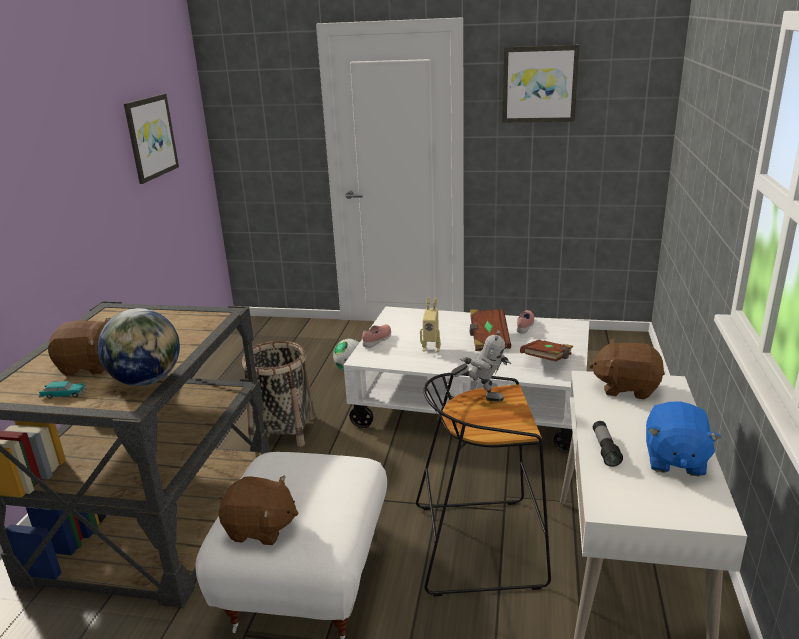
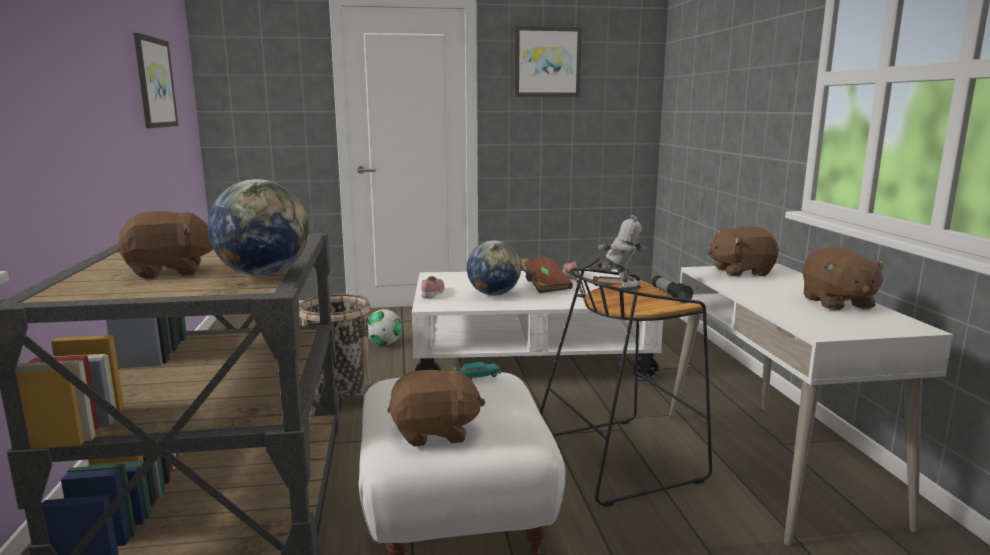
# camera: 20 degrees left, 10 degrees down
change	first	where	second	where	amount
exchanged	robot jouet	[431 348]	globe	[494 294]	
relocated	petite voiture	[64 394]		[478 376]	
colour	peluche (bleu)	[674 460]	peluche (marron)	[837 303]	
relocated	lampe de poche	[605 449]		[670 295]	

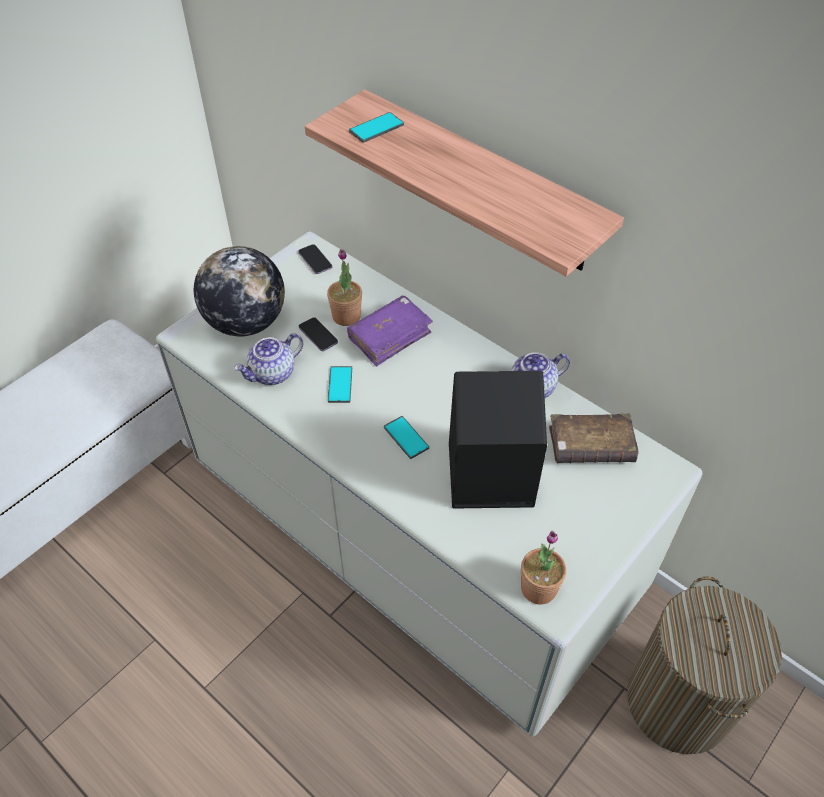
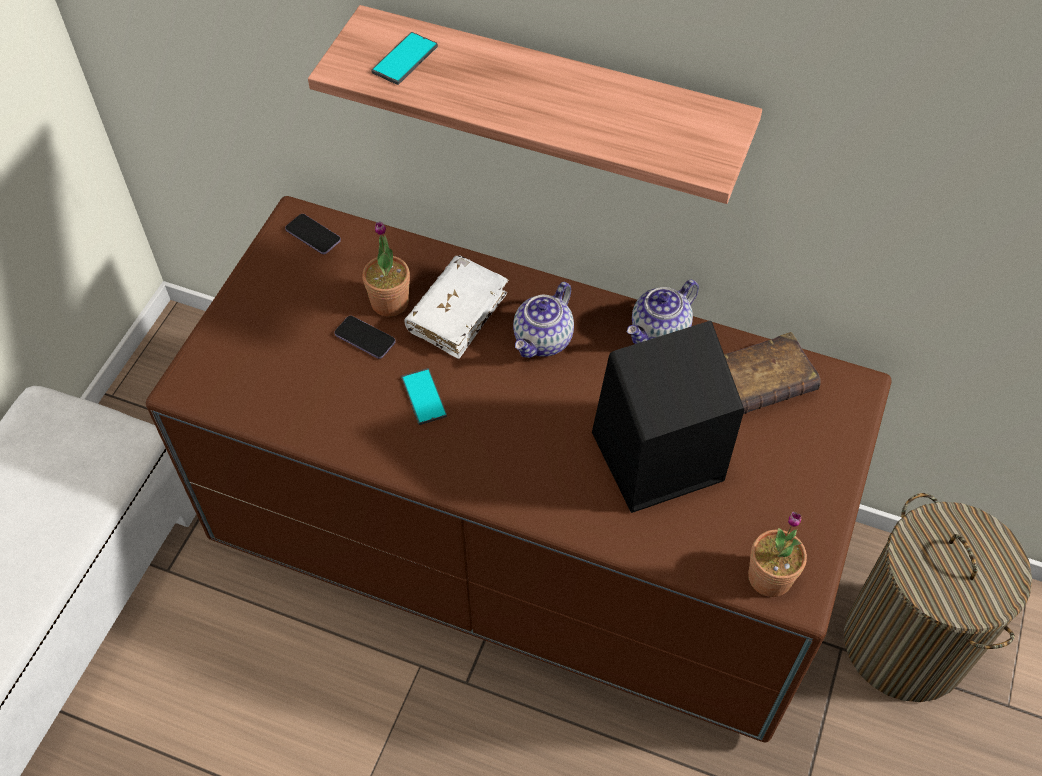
# camera: 20 degrees left, 5 degrees up
change	first	where	second	where	amount
colour	commode (blanc)	[413 526]	commode (marron)	[522 536]	
missing	globe	[246 323]			
colour	livre (violet)	[389 336]	livre (blanc)	[457 313]	
relocated	théière	[272 374]		[543 340]	
missing	téléphone	[406 438]			

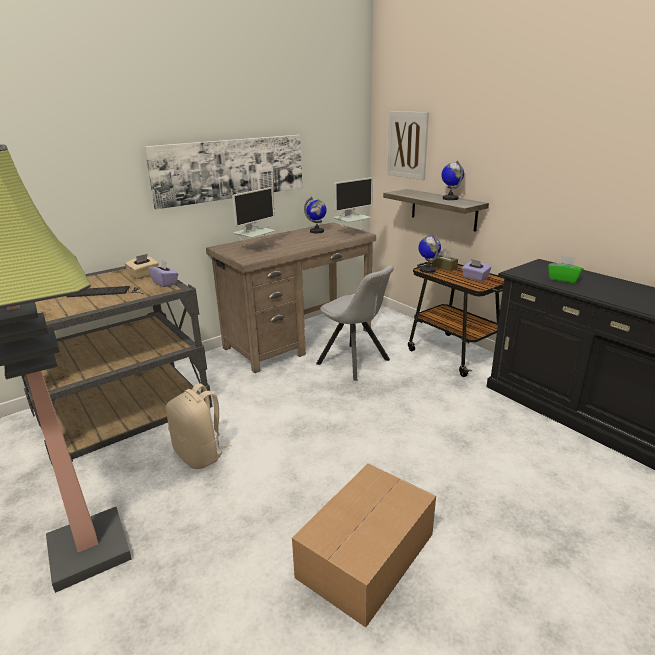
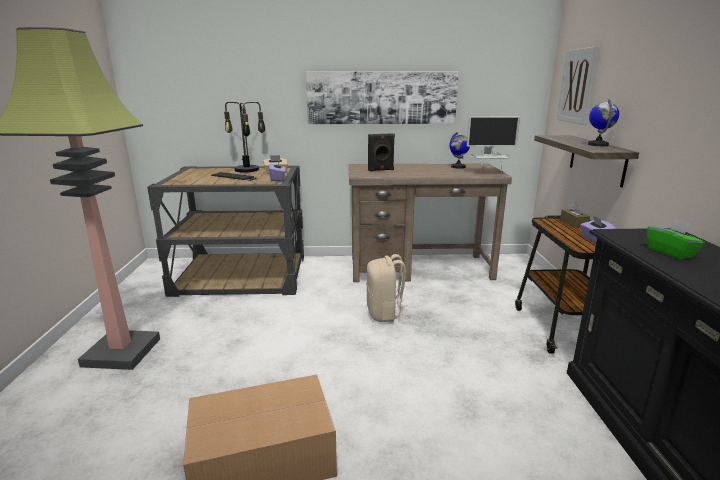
# camera: 35 degrees right, 5 degrees down
change	first	where	second	where	amount
exchanged	écran d'ordinateur	[255 249]	enceinte (noir)	[381 170]	
missing	globe	[427 270]			
missing	chaise (gris)	[354 362]			
relocated	sac à dos (beige)	[200 454]		[385 313]	
appeared			lampe de table	[247 170]	

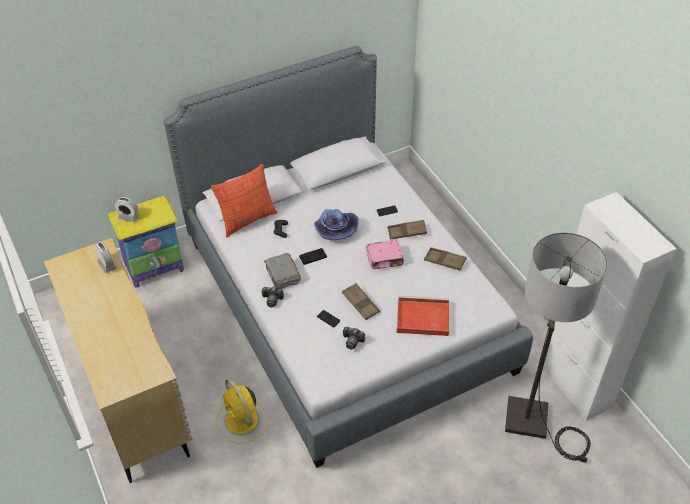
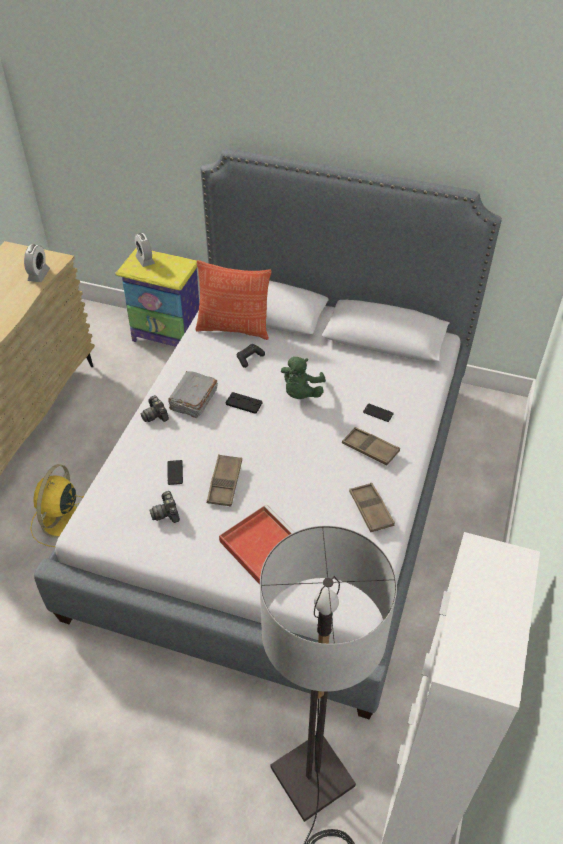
# camera: 45 degrees right, 0 degrees up
change	first	where	second	where	amount
exchanged	chapeau (violet)	[335 229]	peluche (vert)	[301 393]	
missing	livre (rose)	[385 259]			

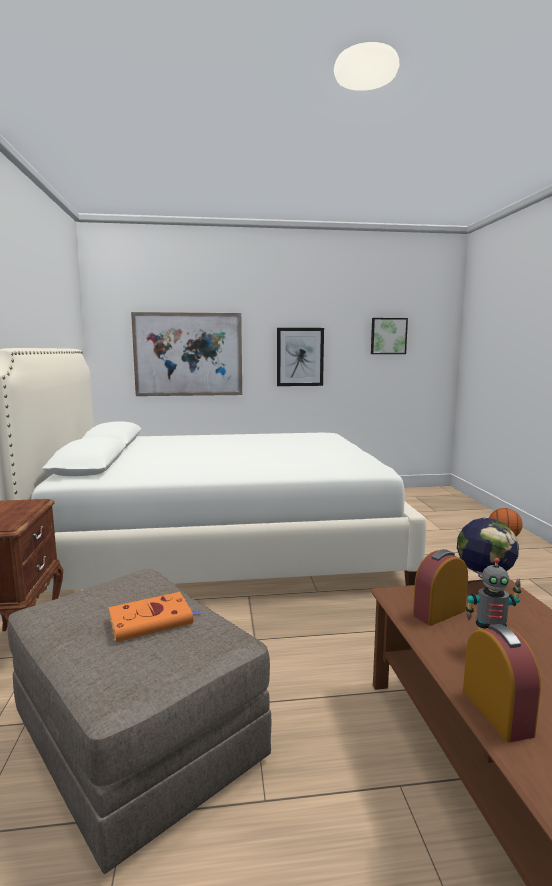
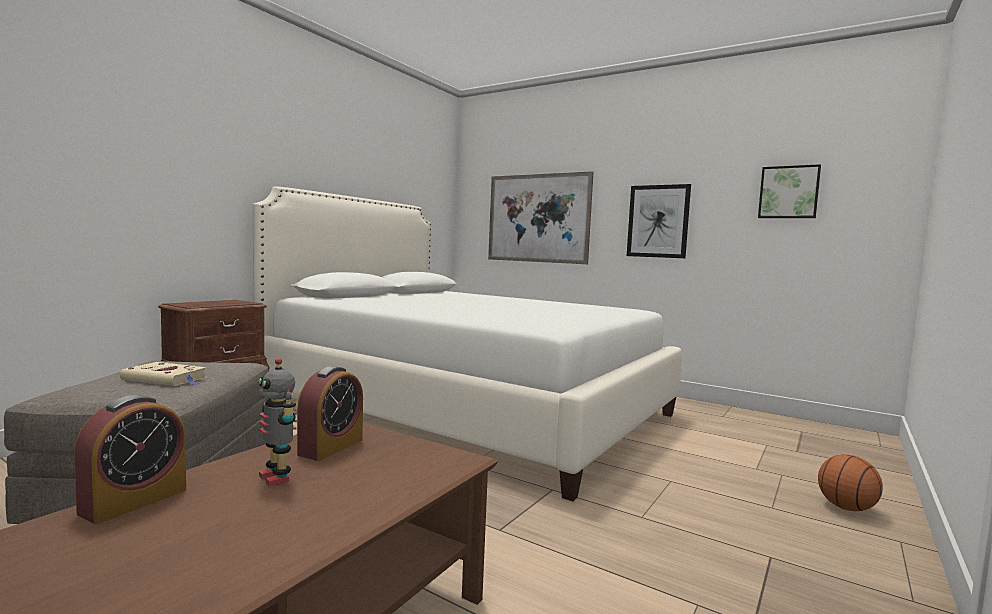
# camera: 40 degrees right, 5 degrees down
change	first	where	second	where	amount
missing	globe	[483 587]			
spun	réveil	[439 613]		[331 447]	105 degrees clockwise
colour	livre (orange)	[153 621]	livre (beige)	[166 379]	

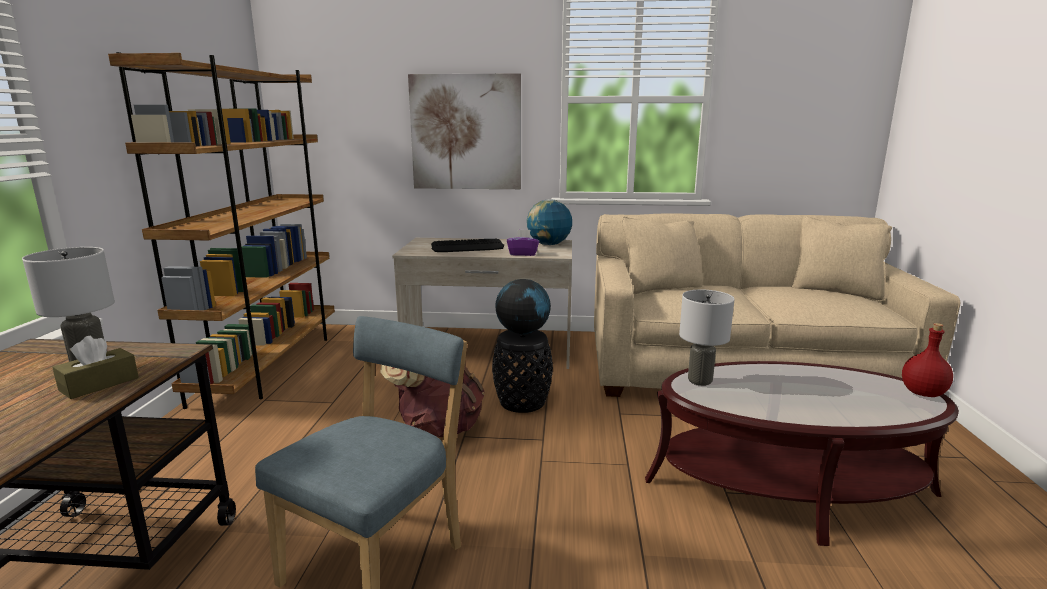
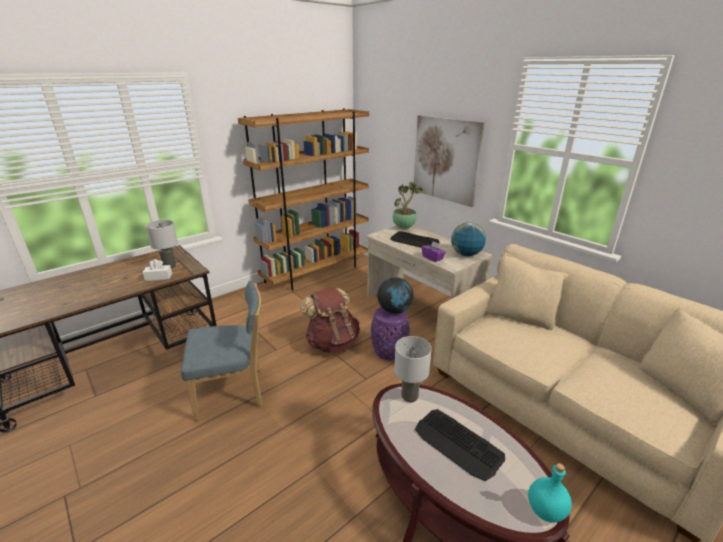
# camera: 45 degrees right, 10 degrees up
change	first	where	second	where	amount
colour	bouteille (rouge)	[923 393]	bouteille (turquoise)	[545 511]	
colour	tabouret (noir)	[522 402]	tabouret (violet)	[389 351]	
colour	boîte à mouchoirs (marron)	[99 384]	boîte à mouchoirs (blanc)	[158 277]	
appeared			plante en pot	[404 227]	
appeared			clavier	[458 443]	

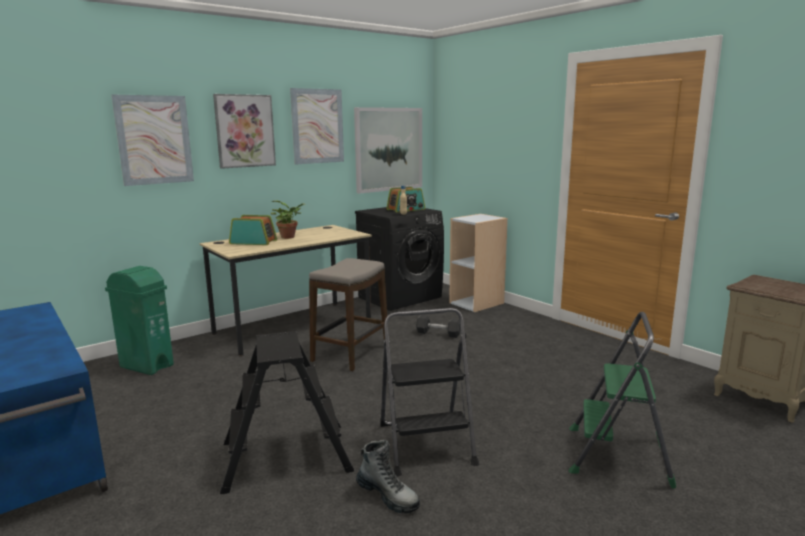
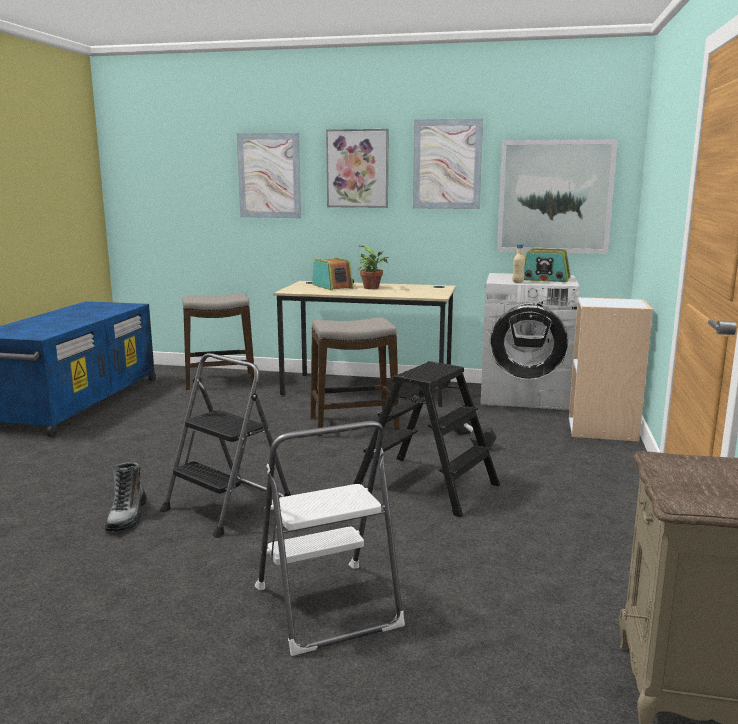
# camera: 50 degrees right, 0 degrees up
change	first	where	second	where	amount
colour	lave-linge (noir)	[400 299]	lave-linge (blanc)	[525 398]	
exchanged	poubelle (vert)	[146 366]	tabouret	[219 381]	
colour	escabeau (vert)	[623 456]	escabeau (blanc)	[328 609]	
relocated	escabeau (noir)	[286 456]		[426 485]	

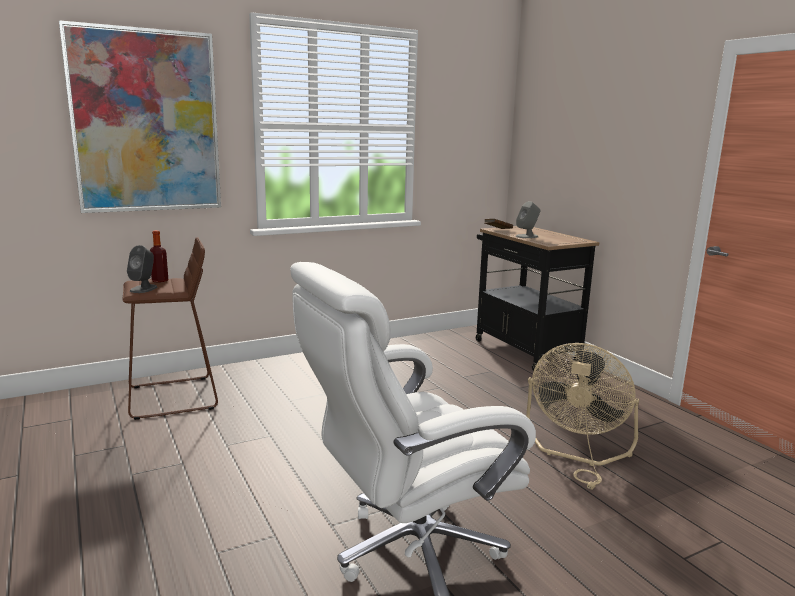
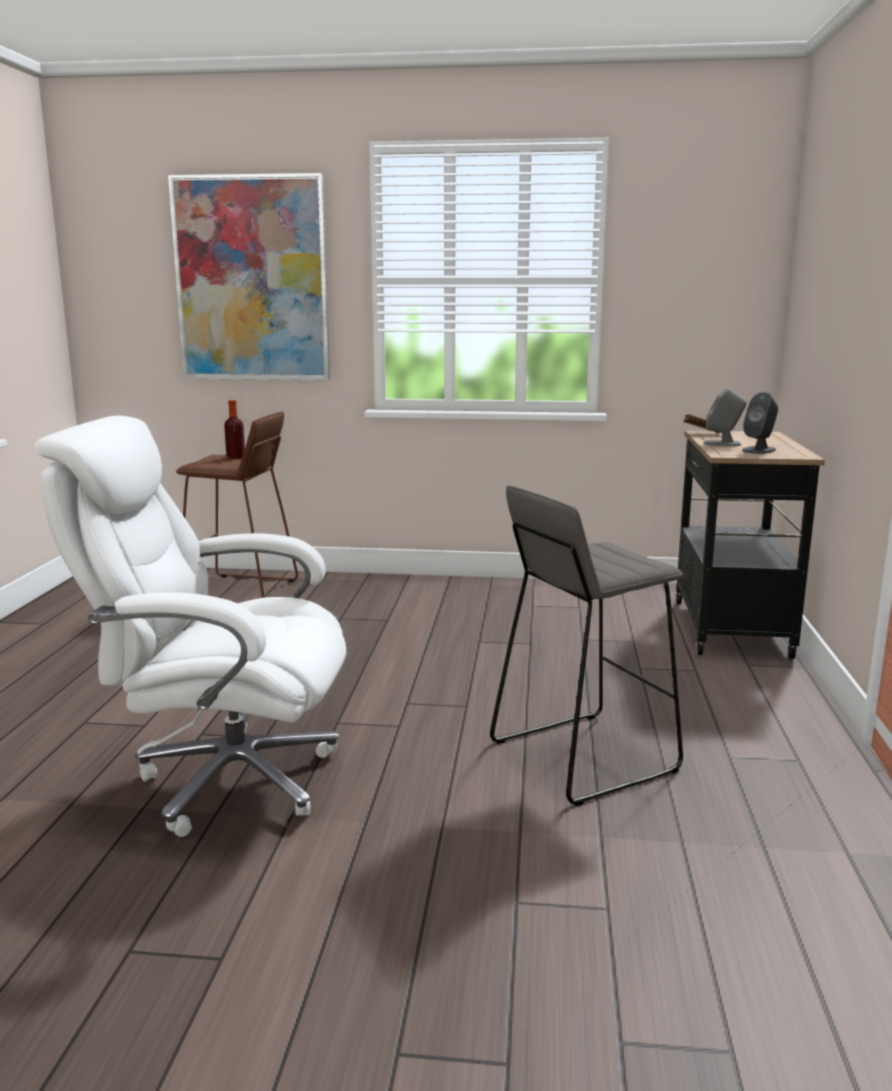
# camera: 35 degrees right, 0 degrees up
change	first	where	second	where	amount
relocated	enceinte (gris)	[144 289]		[759 450]	
exchanged	ventilateur (beige)	[577 453]	tabouret (gris)	[582 756]	

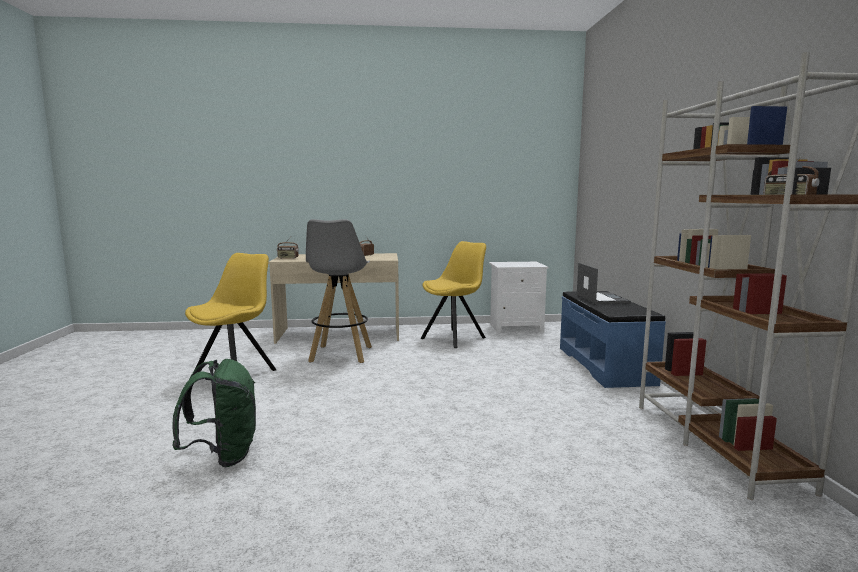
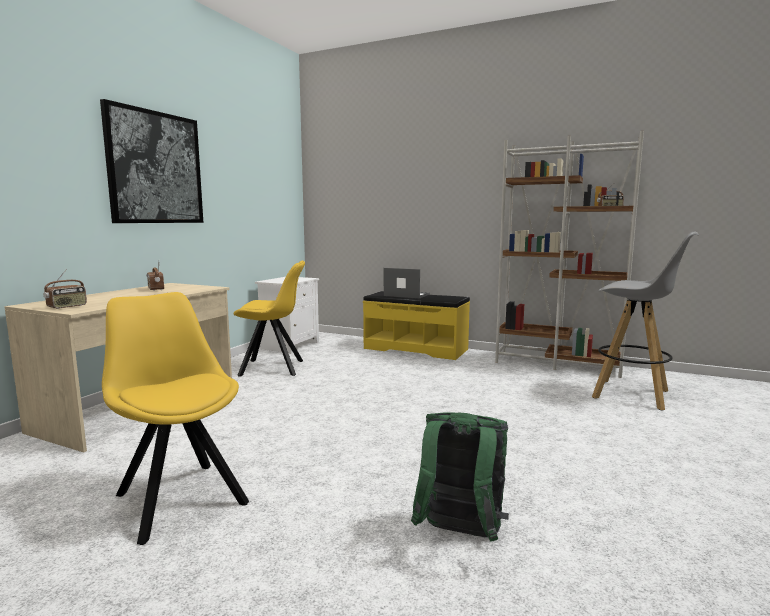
# camera: 60 degrees left, 0 degrees up
change	first	where	second	where	amount
relocated	tabouret (gris)	[340 354]		[632 395]	
spun	chaise (jaune)	[454 338]		[272 368]	105 degrees clockwise
colour	banc (bleu)	[605 365]	banc (jaune)	[416 349]	
appeared			tableau	[155 168]	

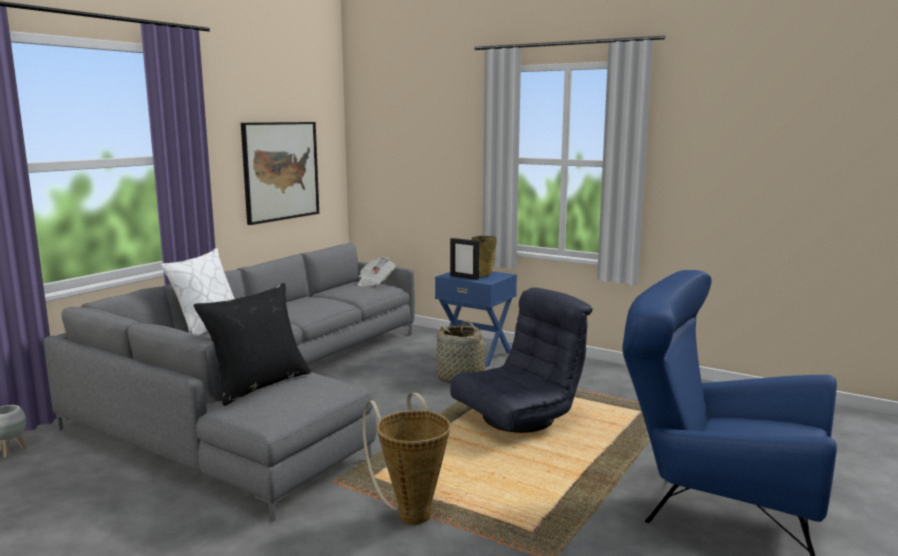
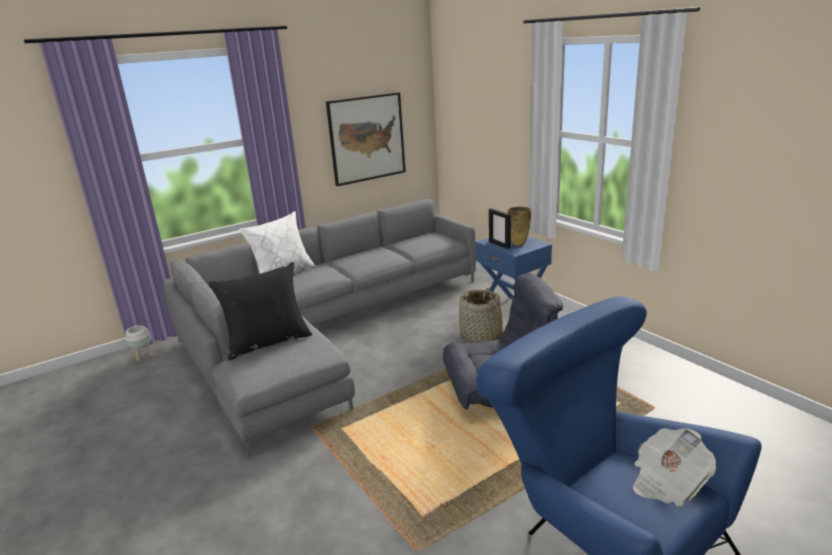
# camera: 25 degrees right, 10 degrees up
change	first	where	second	where	amount
relocated	journal	[375 282]		[667 482]	
missing	panier	[411 511]			

